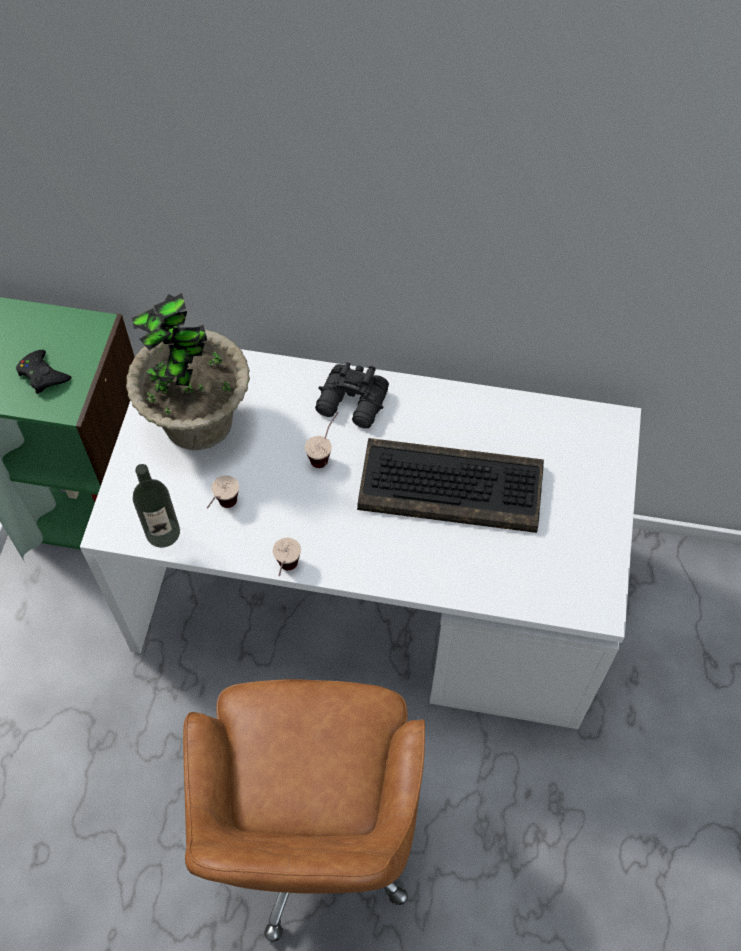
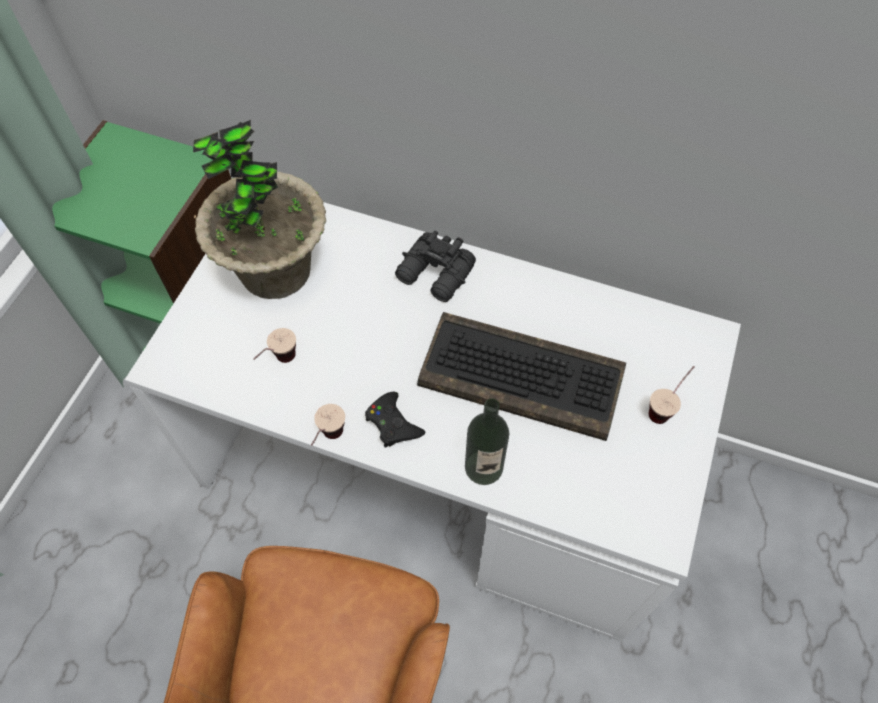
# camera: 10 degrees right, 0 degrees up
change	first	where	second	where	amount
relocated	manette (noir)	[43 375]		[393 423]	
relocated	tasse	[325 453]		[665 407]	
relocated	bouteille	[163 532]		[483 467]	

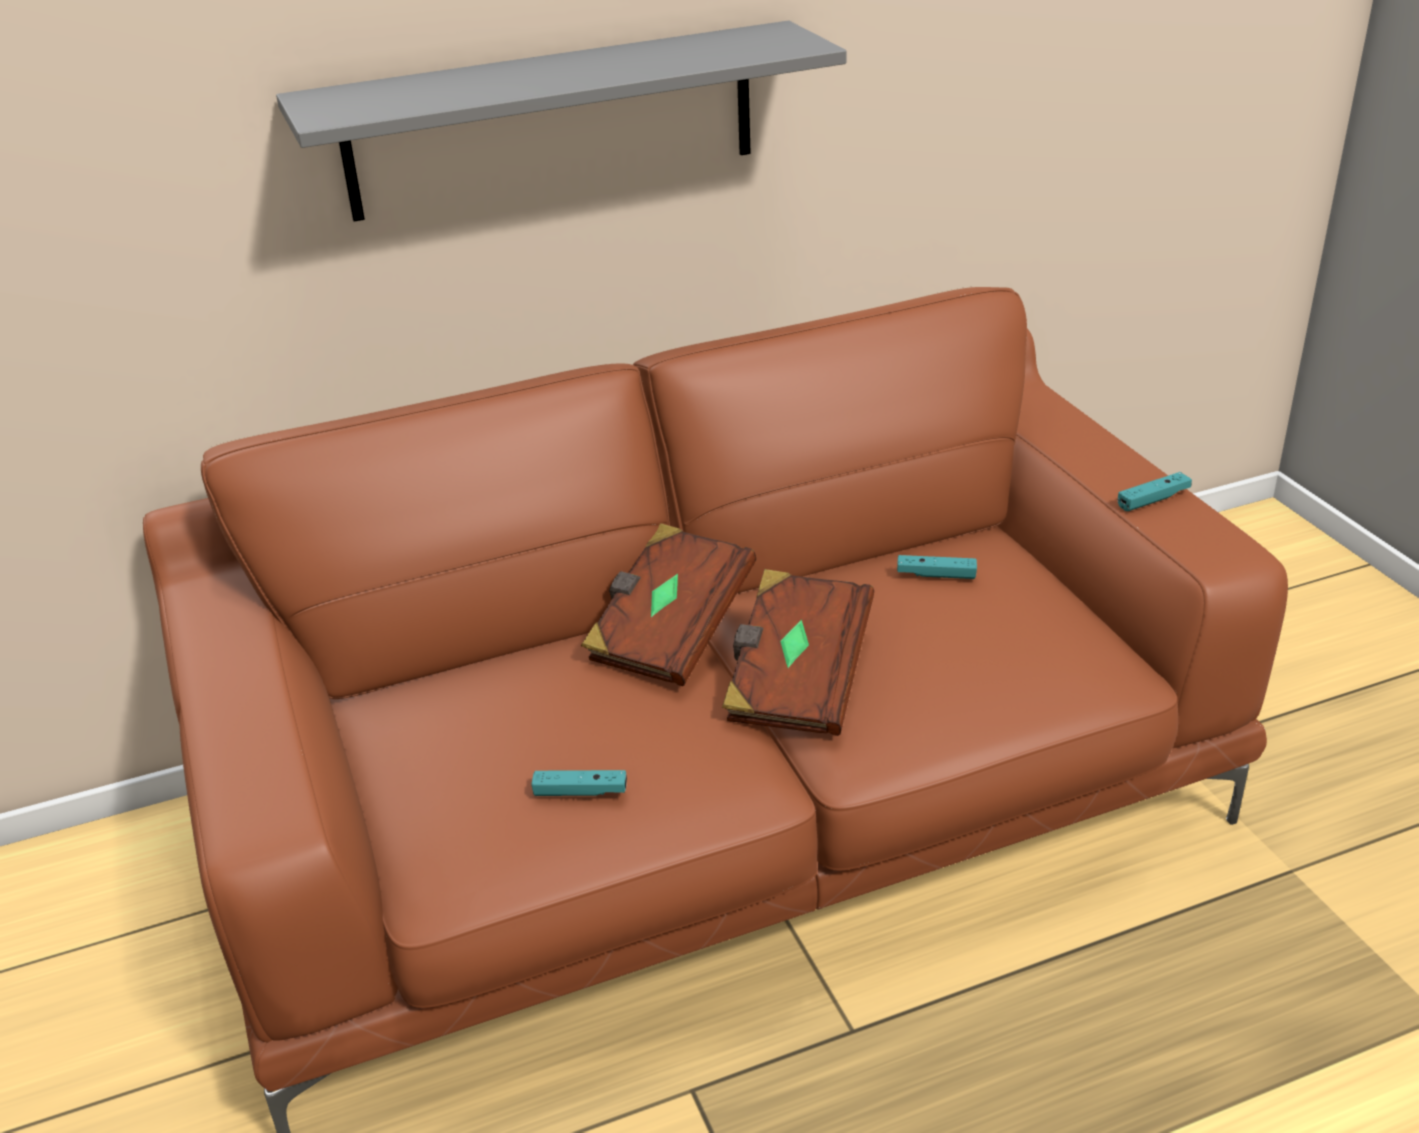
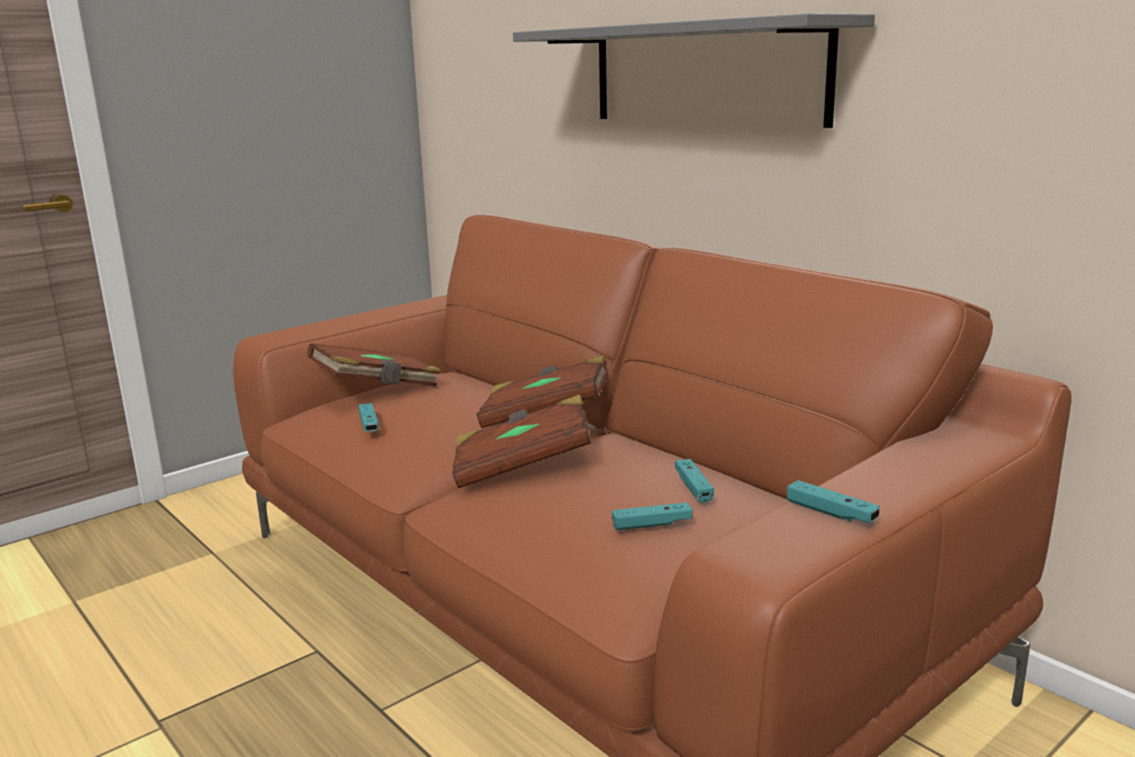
# camera: 70 degrees right, 15 degrees down
change	first	where	second	where	amount
appeared			livre (marron)	[377 388]	
appeared			manette (turquoise)	[652 524]	

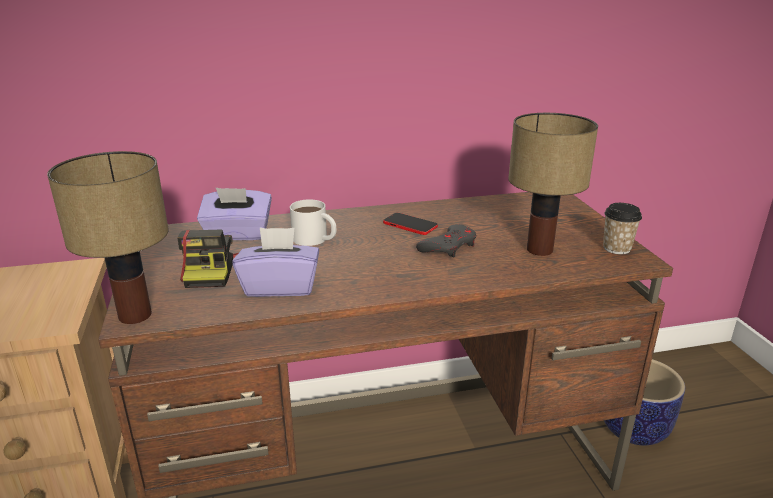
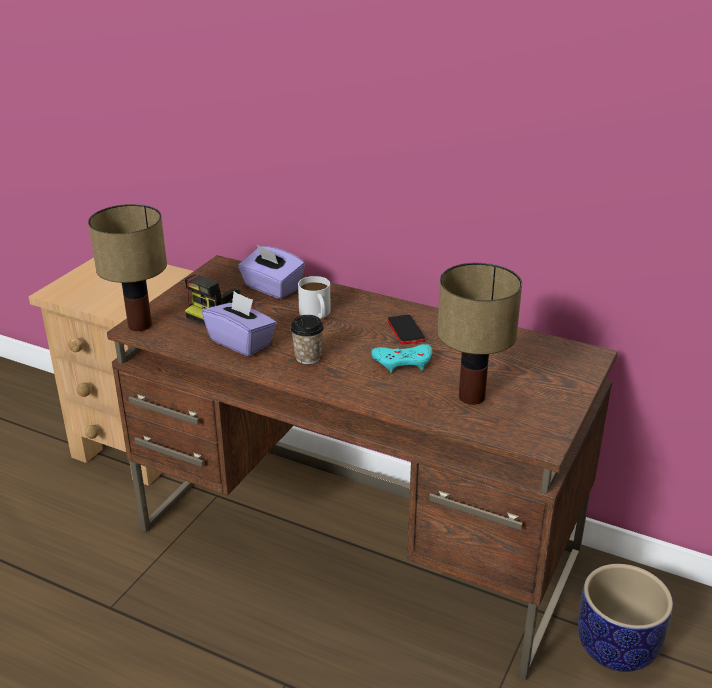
# camera: 40 degrees right, 5 degrees up
change	first	where	second	where	amount
relocated	tasse	[616 248]		[308 357]	
colour	manette (gris)	[449 246]	manette (turquoise)	[403 362]	

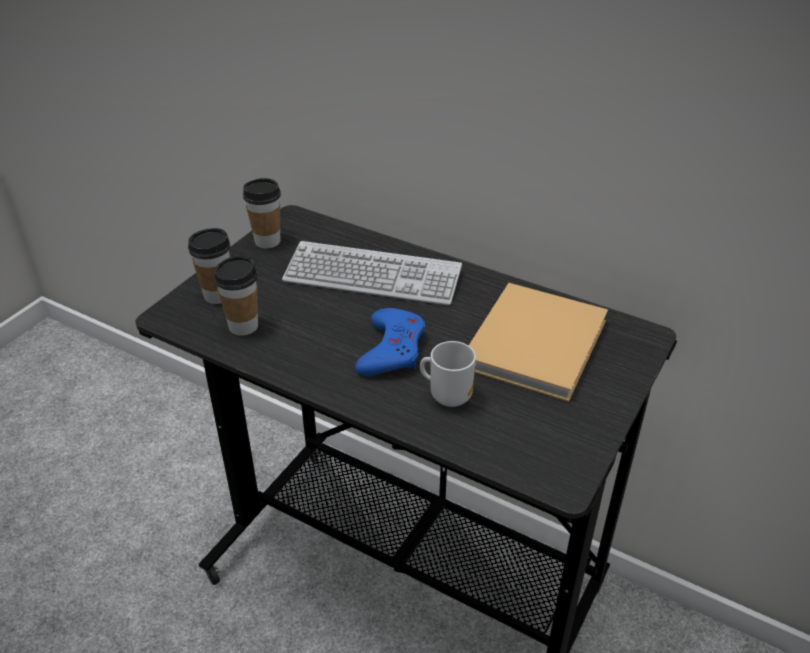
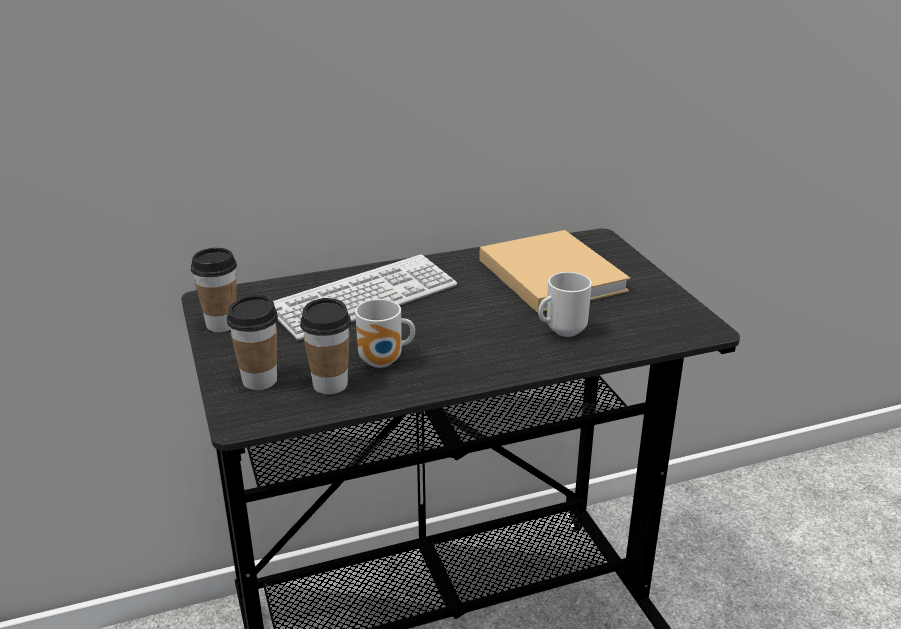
# camera: 50 degrees left, 10 degrees down
change	first	where	second	where	amount
missing	manette (bleu)	[392 349]			
appeared			mug	[384 362]	

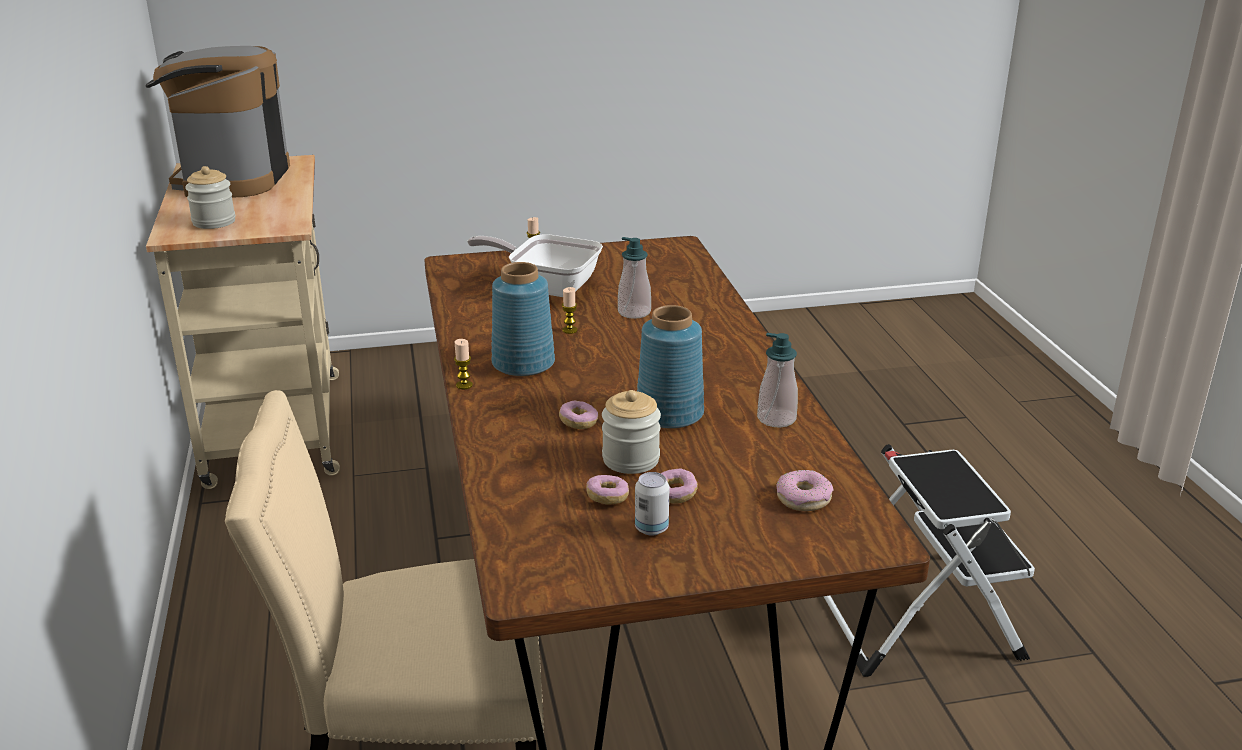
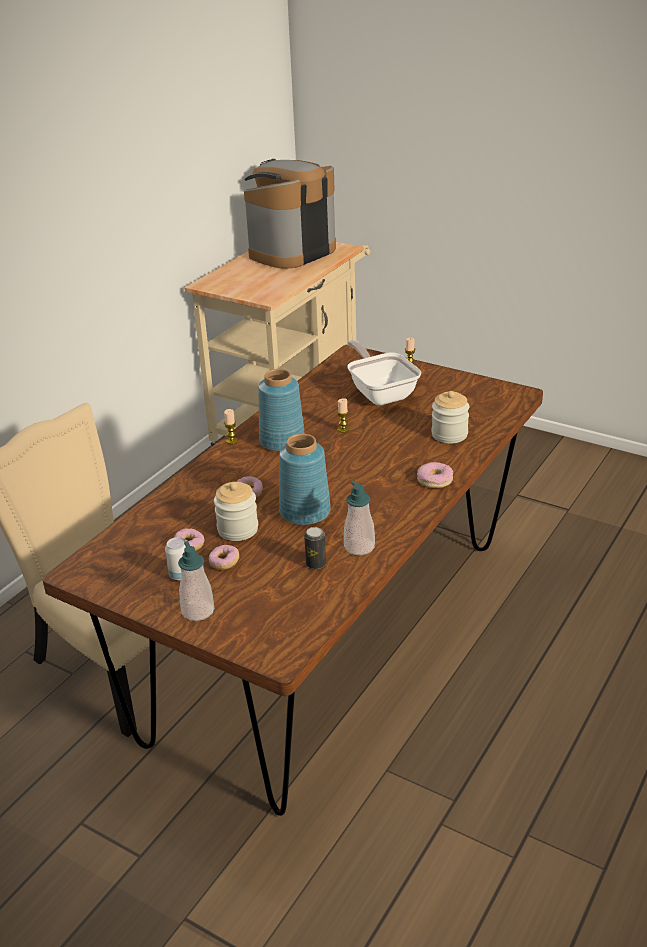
# camera: 45 degrees right, 5 degrees up
change	first	where	second	where	amount
relocated	bocal	[214 222]		[449 434]	
relocated	distributeur de savon	[634 312]		[198 611]	
missing	escabeau	[916 613]			
relocated	beignet	[803 498]		[435 480]	
appeared			boîte métallique	[316 564]	

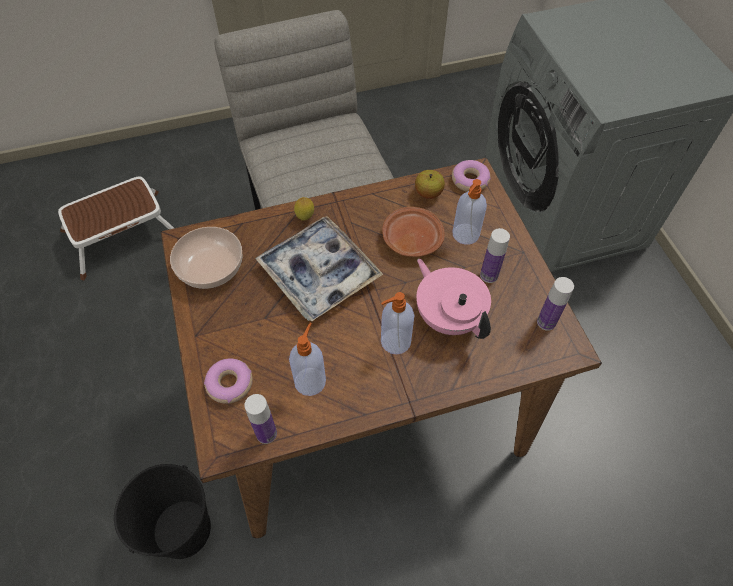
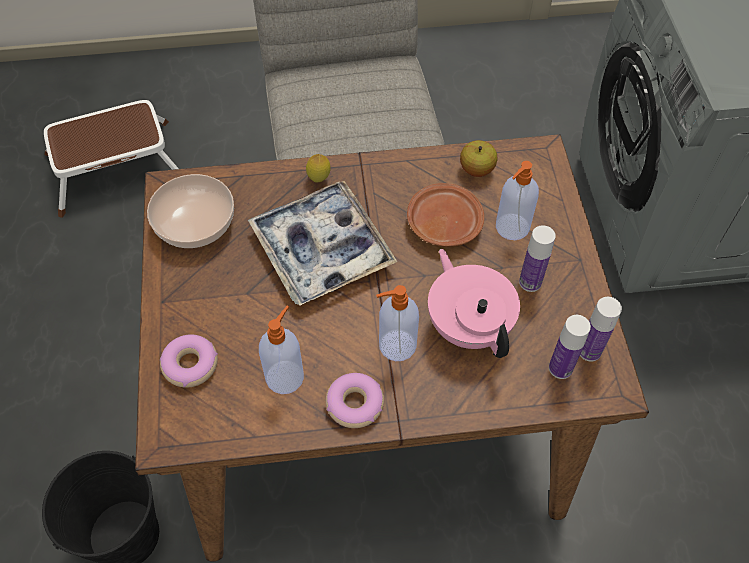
# camera: 10 degrees right, 0 degrees up
change	first	where	second	where	amount
relocated	beignet	[470 180]		[355 404]	
relocated	bouteille	[266 433]		[560 368]	

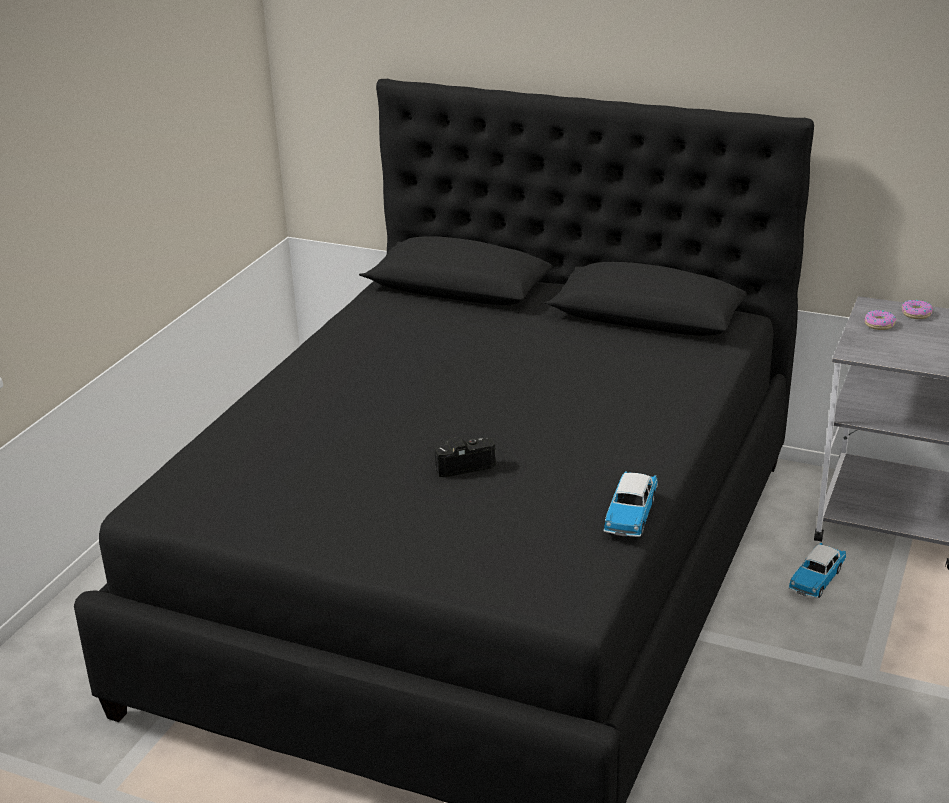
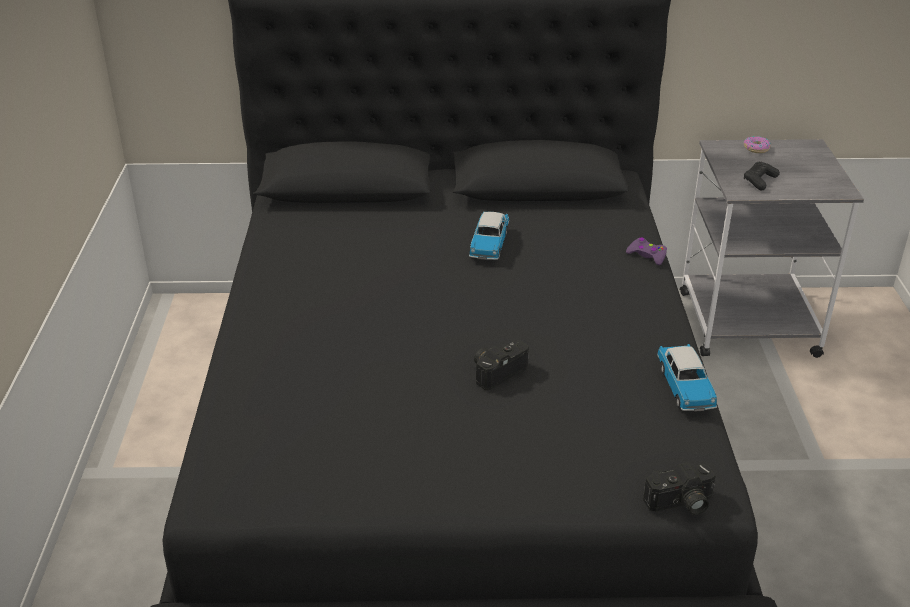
# camera: 25 degrees left, 5 degrees up
change	first	where	second	where	amount
missing	beignet	[879 324]			
relocated	petite voiture	[816 579]		[489 245]	
appeared			manette (noir)	[759 181]	
appeared			manette (violet)	[647 255]	
appeared			appareil photo	[680 504]	

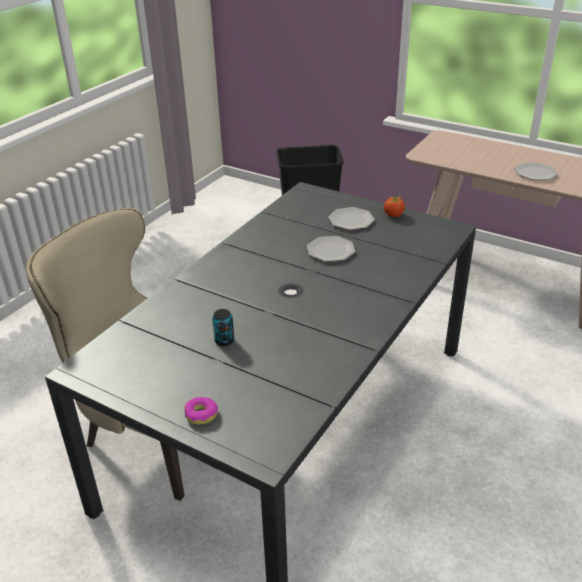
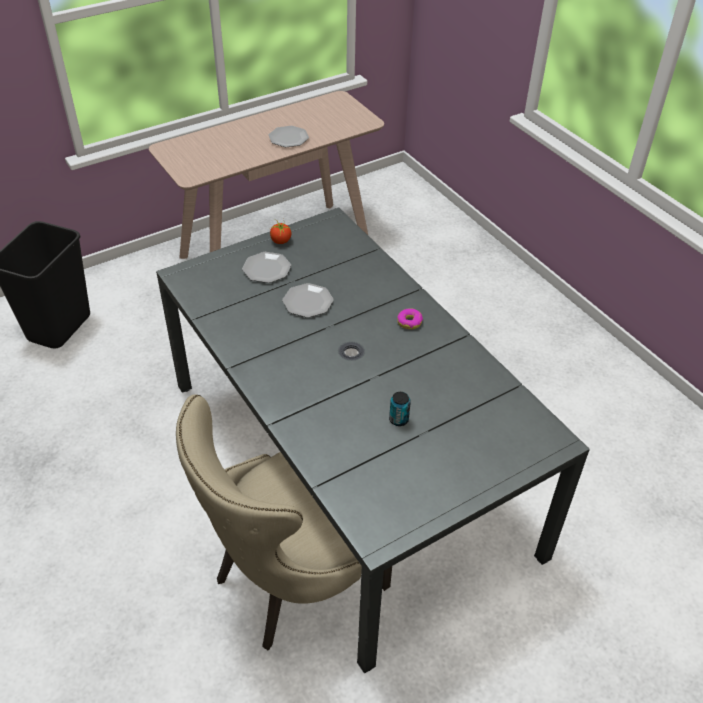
# camera: 65 degrees left, 10 degrees up
change	first	where	second	where	amount
relocated	beignet	[201 414]		[409 322]	

